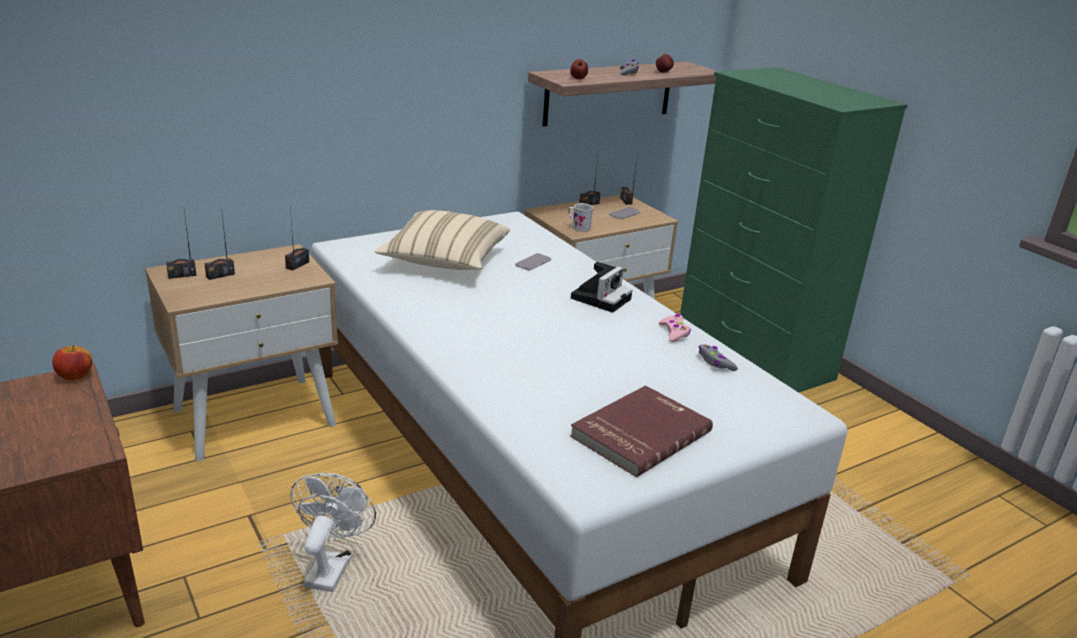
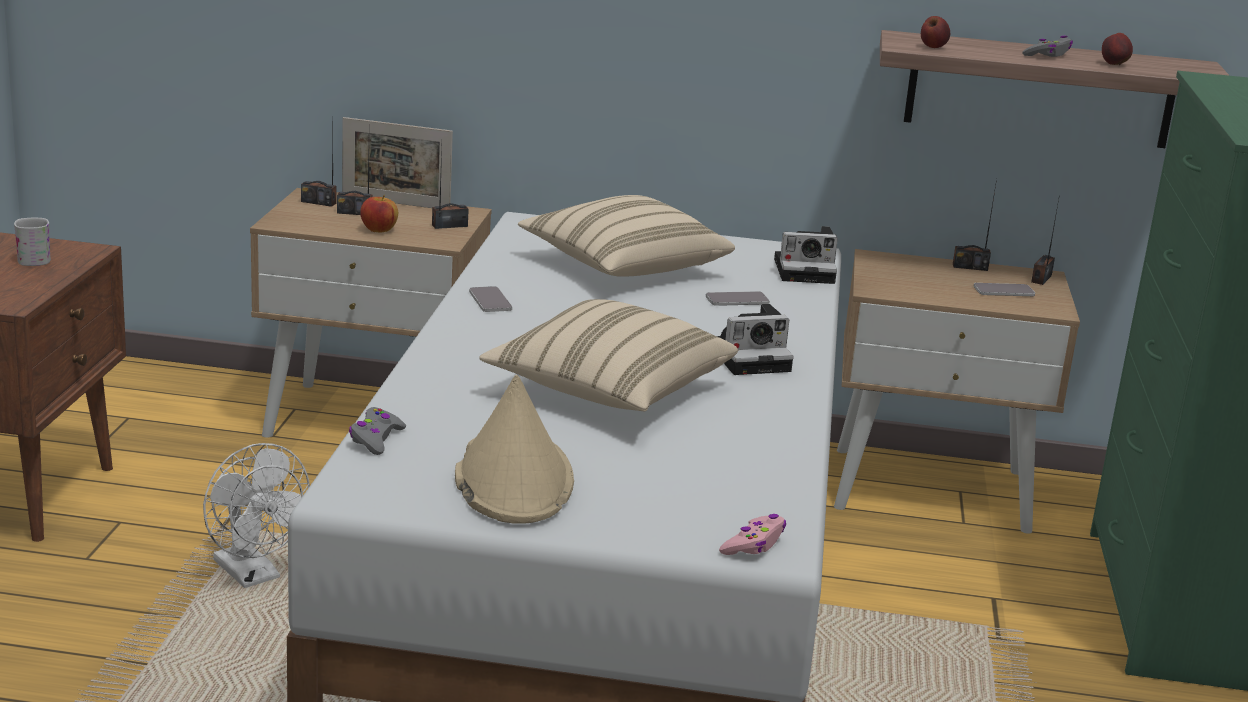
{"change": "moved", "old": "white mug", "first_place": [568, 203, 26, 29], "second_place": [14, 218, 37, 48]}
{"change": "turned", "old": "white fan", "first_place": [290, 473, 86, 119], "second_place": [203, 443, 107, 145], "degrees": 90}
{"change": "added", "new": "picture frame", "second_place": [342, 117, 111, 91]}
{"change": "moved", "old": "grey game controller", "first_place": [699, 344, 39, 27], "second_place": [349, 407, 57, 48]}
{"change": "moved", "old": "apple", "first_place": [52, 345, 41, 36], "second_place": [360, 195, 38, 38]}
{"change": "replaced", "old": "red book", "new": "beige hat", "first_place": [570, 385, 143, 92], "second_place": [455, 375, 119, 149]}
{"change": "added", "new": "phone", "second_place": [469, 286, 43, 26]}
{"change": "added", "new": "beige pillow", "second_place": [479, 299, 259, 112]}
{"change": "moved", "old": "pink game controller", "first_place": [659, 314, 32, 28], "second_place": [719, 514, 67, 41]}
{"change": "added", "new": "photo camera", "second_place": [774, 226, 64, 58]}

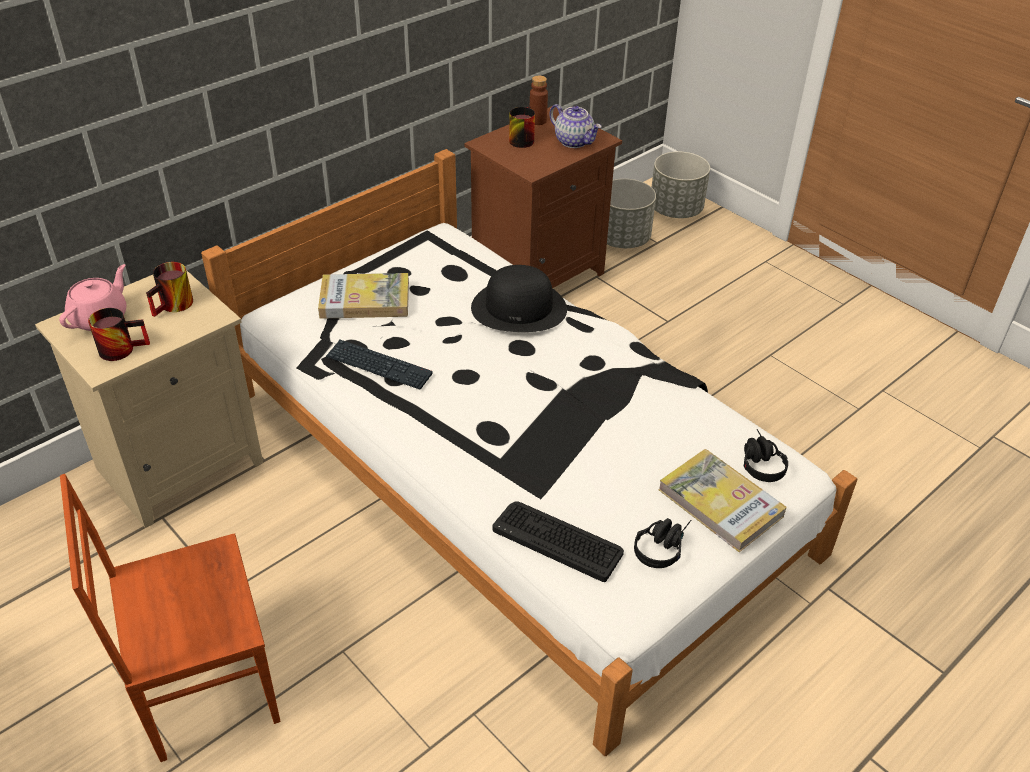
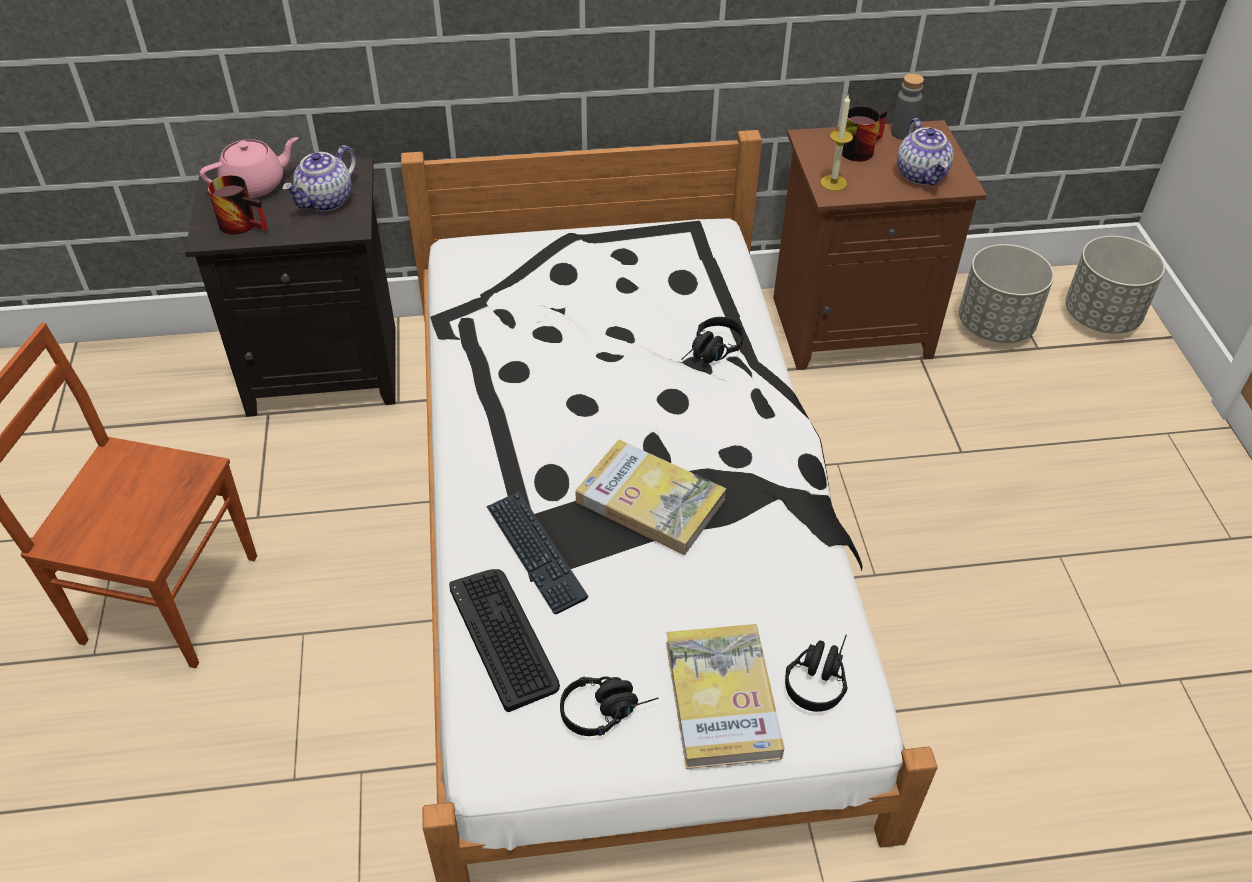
{"change": "recoloured", "old": "beige nightstand", "new": "black nightstand", "first_place": [35, 270, 228, 258], "second_place": [185, 157, 211, 260]}
{"change": "replaced", "old": "mug", "new": "teapot", "first_place": [146, 262, 47, 55], "second_place": [282, 145, 75, 66]}
{"change": "moved", "old": "keyboard", "first_place": [326, 340, 107, 50], "second_place": [486, 491, 102, 123]}
{"change": "moved", "old": "book", "first_place": [318, 273, 91, 46], "second_place": [575, 440, 151, 115]}
{"change": "replaced", "old": "black hat", "new": "black headphones", "first_place": [471, 265, 96, 67], "second_place": [681, 317, 63, 47]}
{"change": "added", "new": "candle", "second_place": [821, 95, 32, 96]}
{"change": "recoloured", "old": "brown bottle", "new": "grey bottle", "first_place": [530, 76, 18, 49], "second_place": [891, 73, 33, 67]}

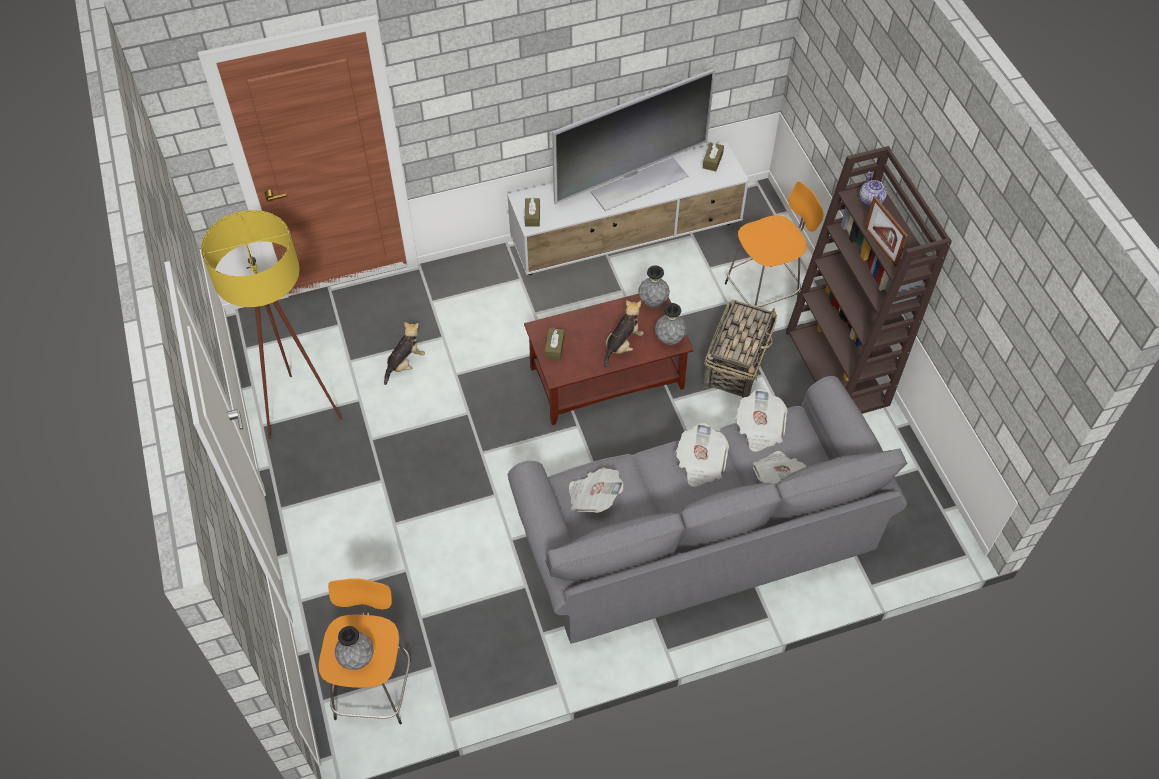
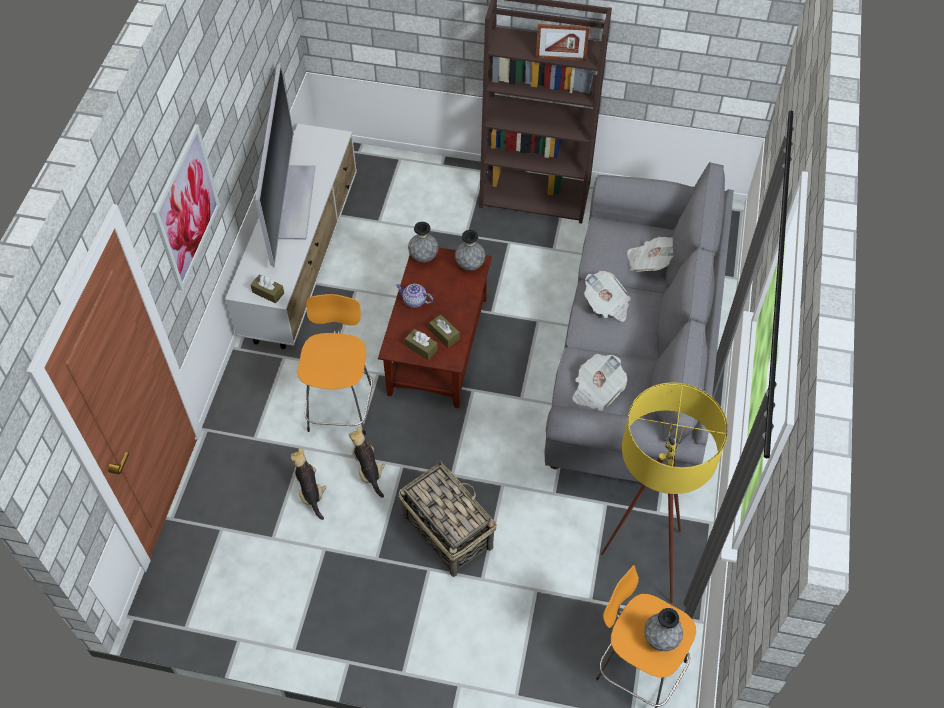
{"change": "added", "new": "picture", "second_place": [152, 124, 68, 166]}
{"change": "moved", "old": "orange stool", "first_place": [725, 181, 99, 126], "second_place": [298, 294, 75, 141]}
{"change": "moved", "old": "plush toy", "first_place": [604, 300, 40, 68], "second_place": [349, 426, 36, 72]}
{"change": "moved", "old": "teapot", "first_place": [859, 172, 28, 35], "second_place": [396, 284, 37, 24]}
{"change": "moved", "old": "basket", "first_place": [703, 299, 74, 99], "second_place": [399, 461, 98, 116]}
{"change": "moved", "old": "brown tissue box", "first_place": [703, 142, 21, 29], "second_place": [429, 315, 31, 33]}
{"change": "moved", "old": "yellow floor lamp", "first_place": [201, 210, 142, 229], "second_place": [601, 382, 127, 222]}
{"change": "removed", "old": "newspaper", "first_place": [735, 389, 53, 63]}

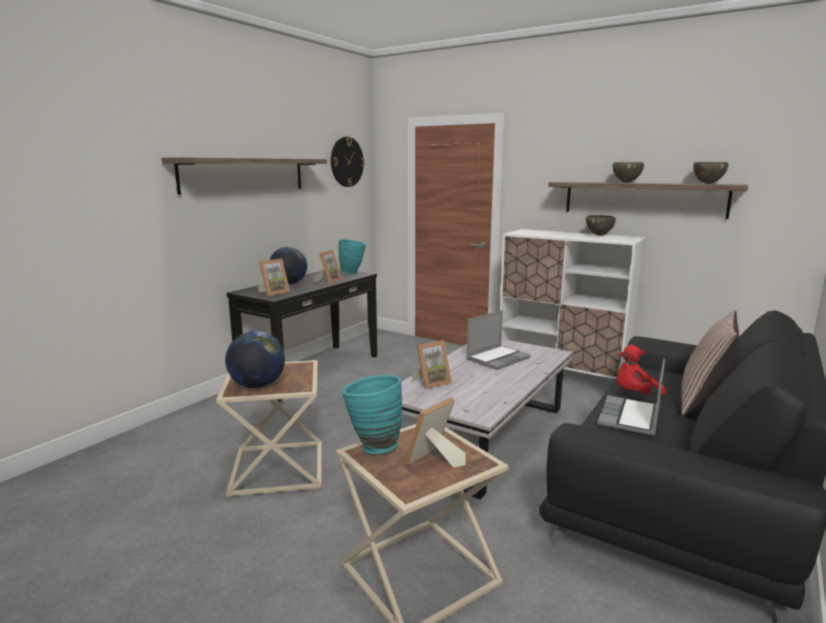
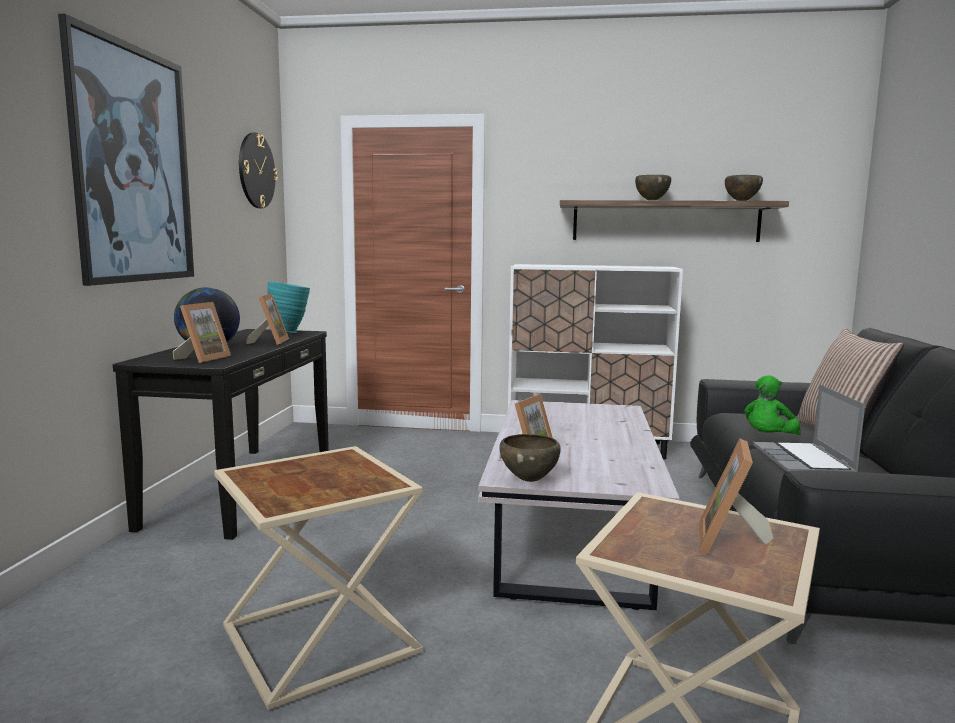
{"change": "replaced", "old": "shelf", "new": "picture", "first_place": [161, 157, 166, 38], "second_place": [58, 14, 136, 272]}
{"change": "moved", "old": "brown bowl", "first_place": [586, 215, 30, 21], "second_place": [500, 434, 61, 48]}
{"change": "recoloured", "old": "red plush toy", "new": "green plush toy", "first_place": [616, 345, 50, 50], "second_place": [744, 375, 57, 60]}
{"change": "removed", "old": "globe", "first_place": [225, 331, 60, 57]}
{"change": "removed", "old": "turquoise vase", "first_place": [341, 375, 61, 79]}
{"change": "removed", "old": "laptop", "first_place": [466, 310, 65, 60]}

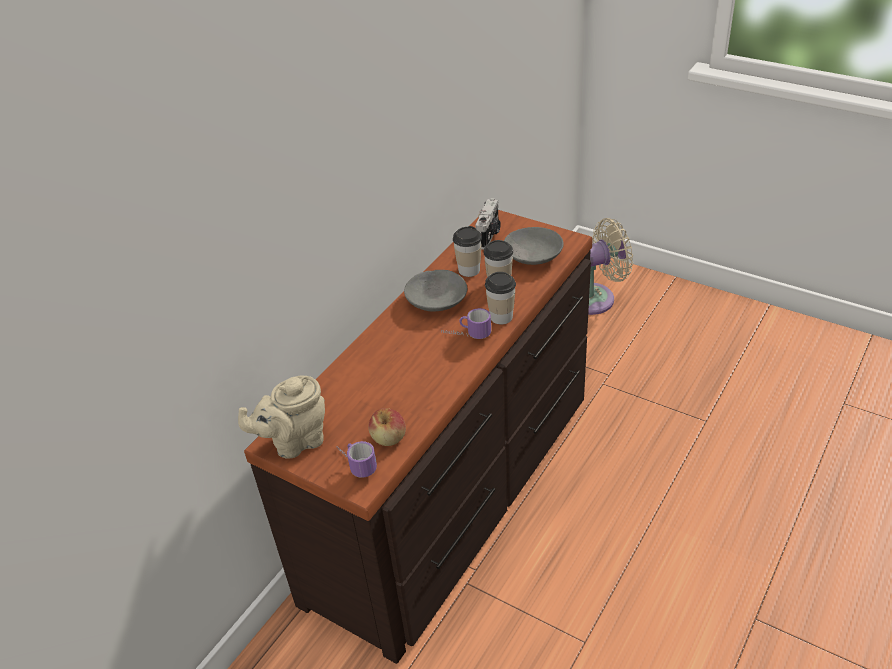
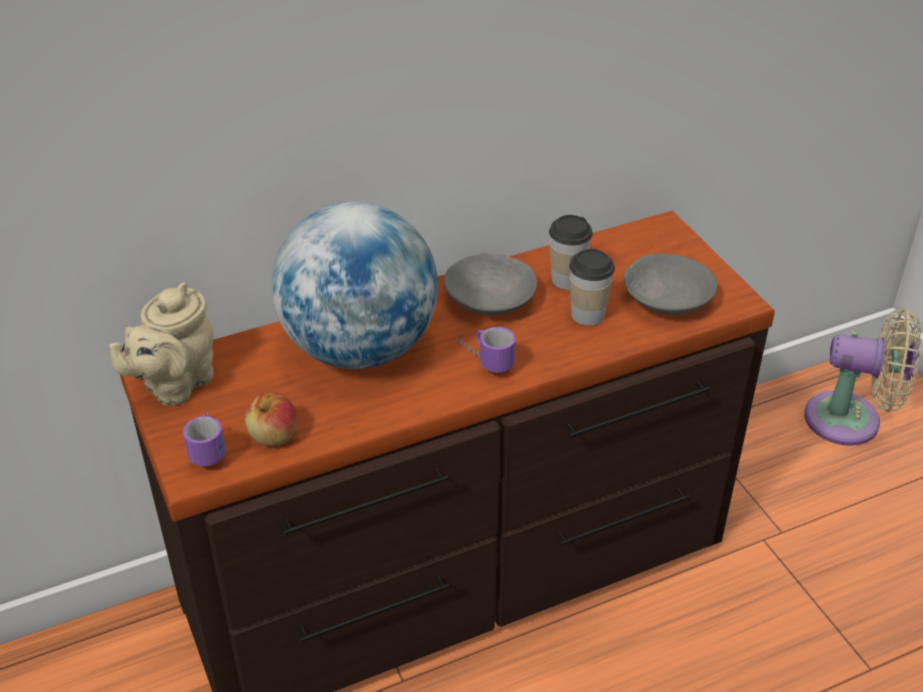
{"change": "turned", "old": "beige teapot", "first_place": [238, 376, 87, 82], "second_place": [109, 282, 105, 124], "degrees": -60}
{"change": "added", "new": "globe", "second_place": [271, 202, 167, 167]}
{"change": "removed", "old": "photo camera", "first_place": [475, 198, 26, 52]}
{"change": "removed", "old": "cup", "first_place": [485, 272, 31, 53]}

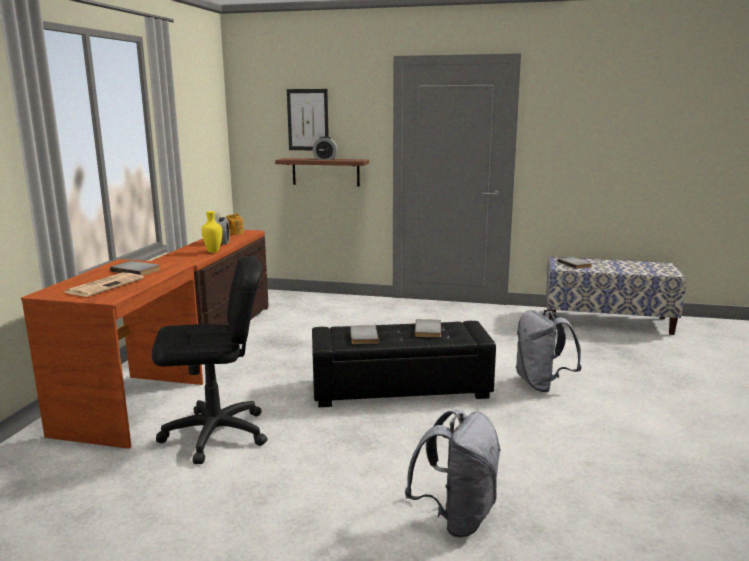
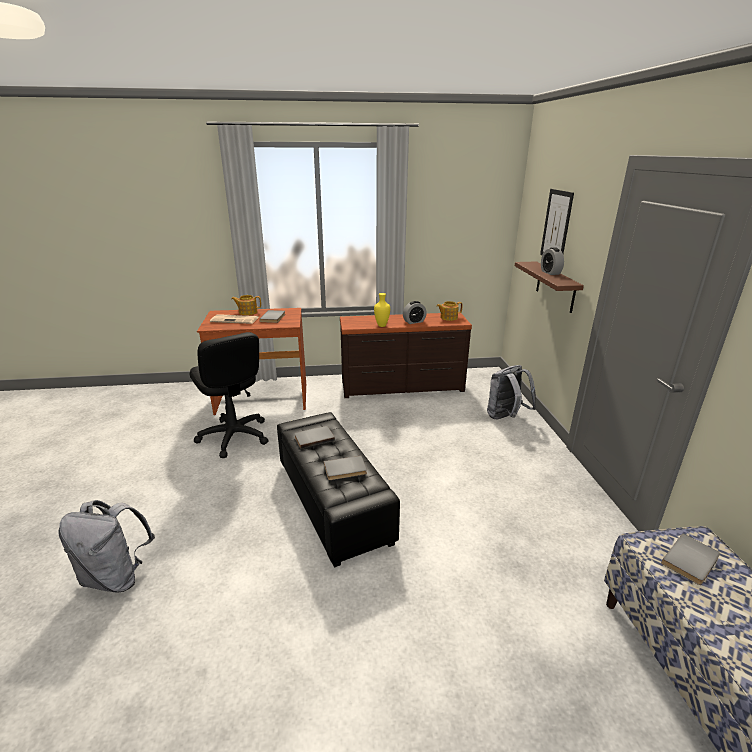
{"change": "added", "new": "teapot", "second_place": [232, 295, 29, 20]}
{"change": "moved", "old": "grey backpack", "first_place": [516, 310, 66, 82], "second_place": [487, 365, 49, 54]}

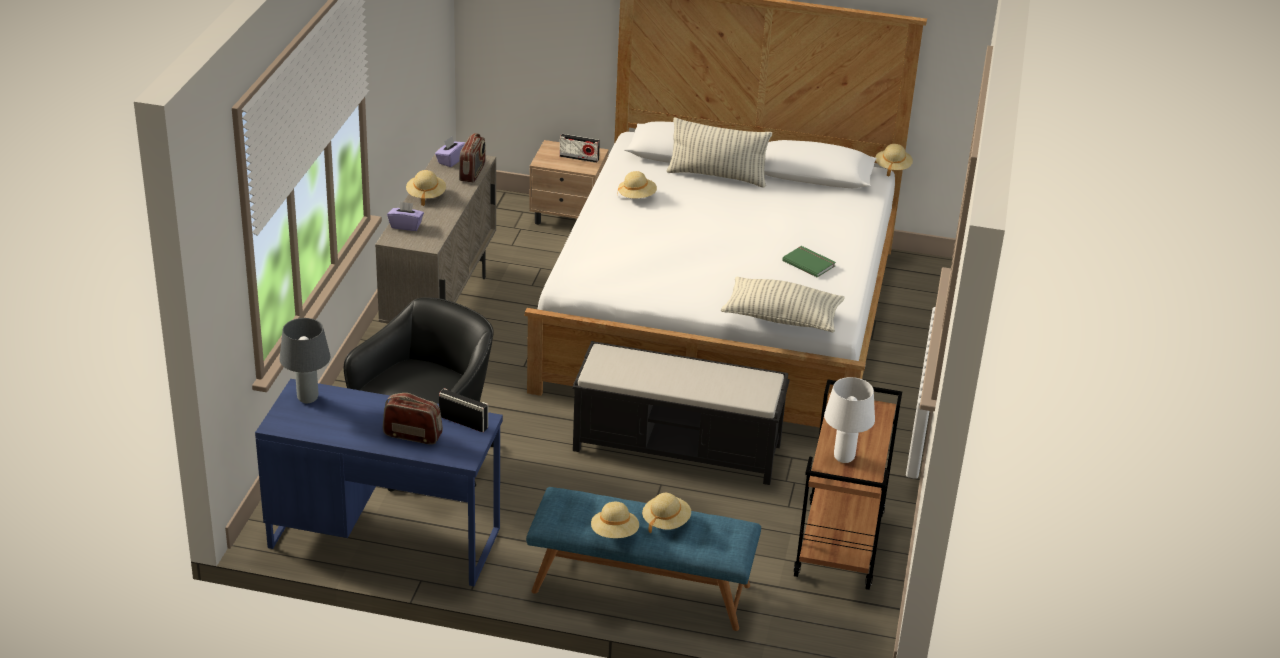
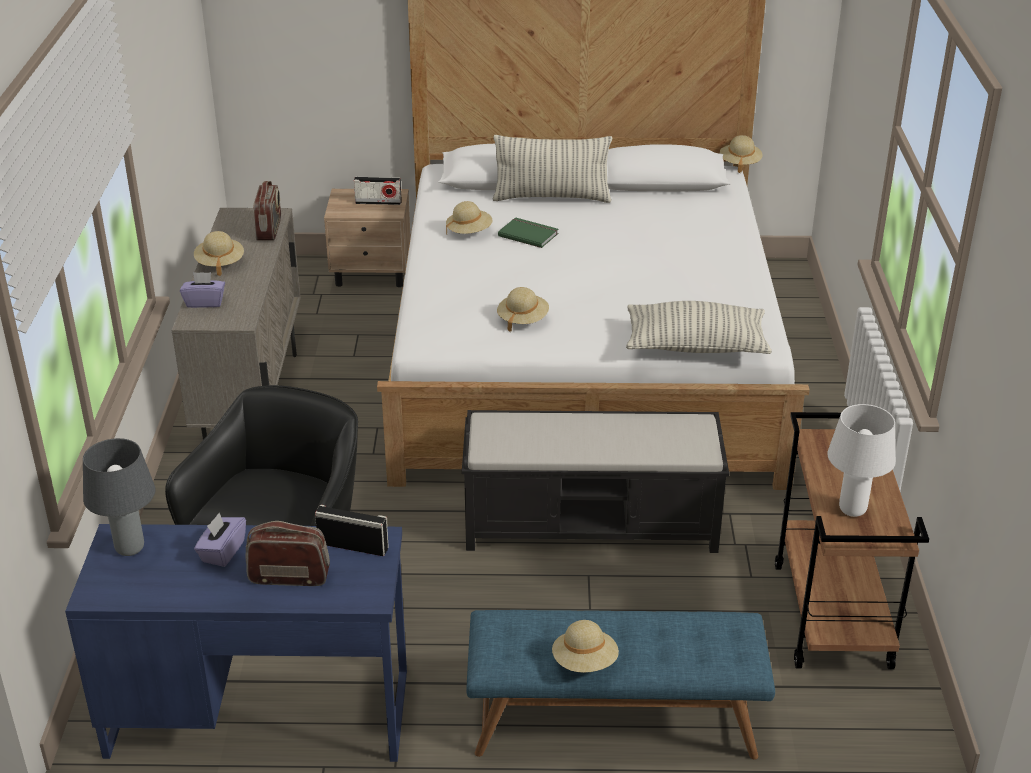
{"change": "moved", "old": "purple tissue box", "first_place": [435, 136, 31, 31], "second_place": [194, 513, 52, 54]}
{"change": "moved", "old": "beige hat", "first_place": [642, 493, 49, 40], "second_place": [497, 287, 52, 45]}
{"change": "moved", "old": "green book", "first_place": [782, 246, 54, 31], "second_place": [498, 217, 60, 31]}

